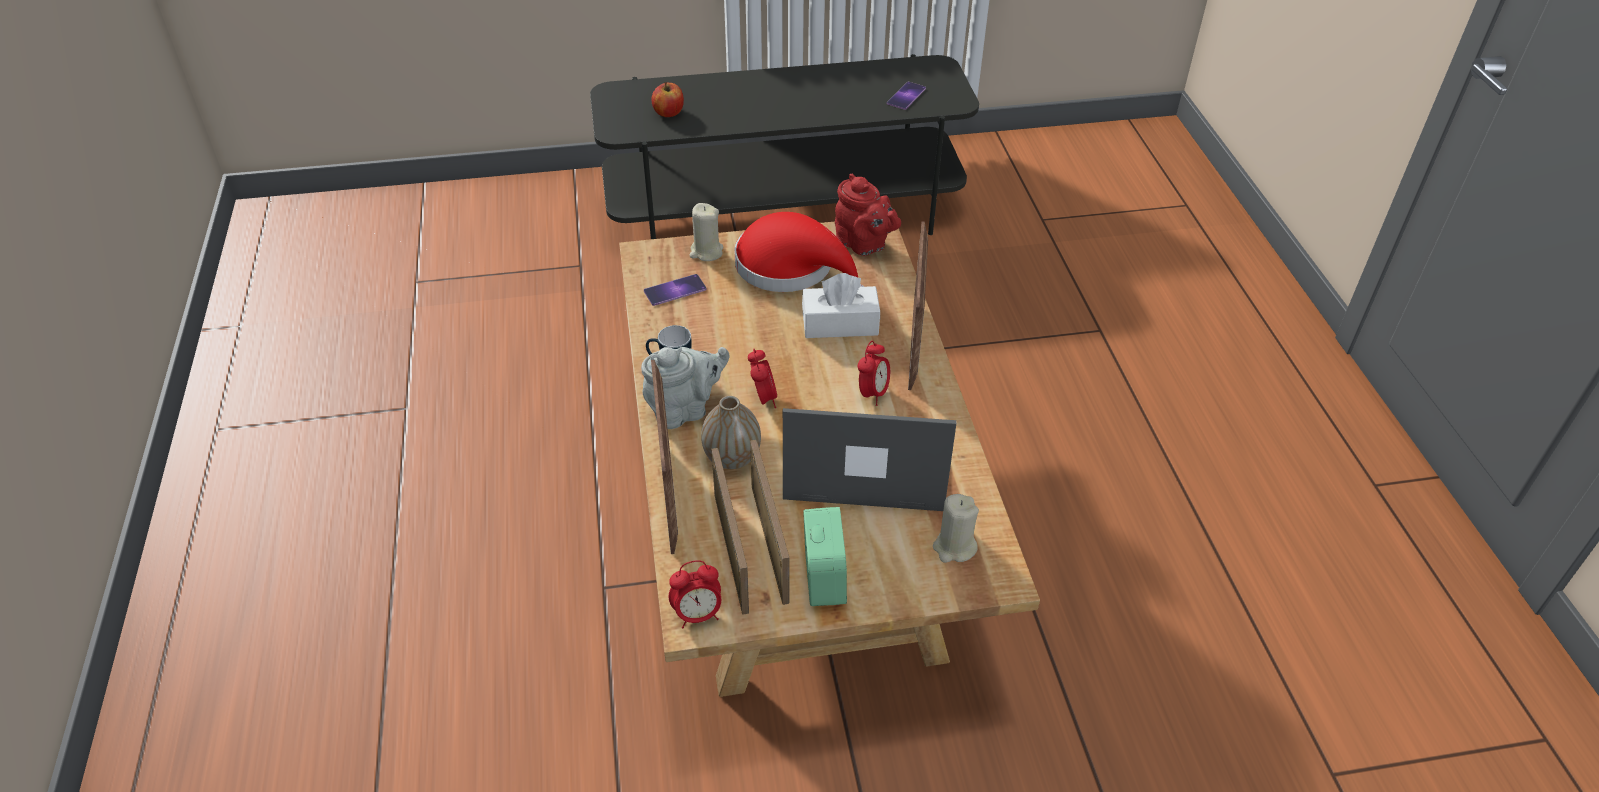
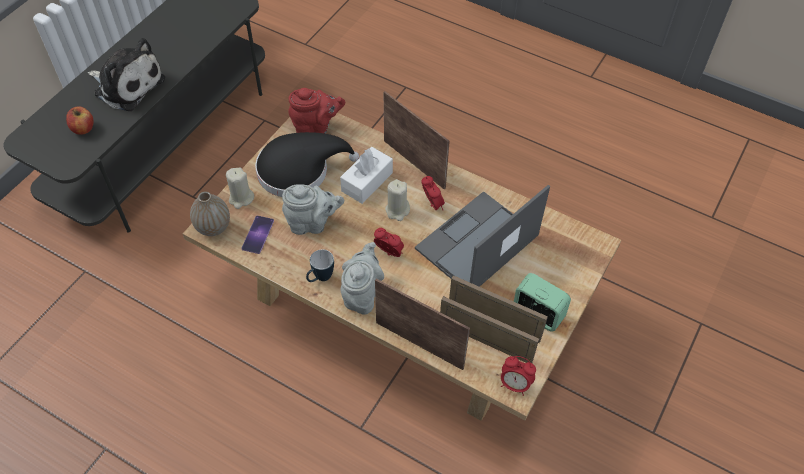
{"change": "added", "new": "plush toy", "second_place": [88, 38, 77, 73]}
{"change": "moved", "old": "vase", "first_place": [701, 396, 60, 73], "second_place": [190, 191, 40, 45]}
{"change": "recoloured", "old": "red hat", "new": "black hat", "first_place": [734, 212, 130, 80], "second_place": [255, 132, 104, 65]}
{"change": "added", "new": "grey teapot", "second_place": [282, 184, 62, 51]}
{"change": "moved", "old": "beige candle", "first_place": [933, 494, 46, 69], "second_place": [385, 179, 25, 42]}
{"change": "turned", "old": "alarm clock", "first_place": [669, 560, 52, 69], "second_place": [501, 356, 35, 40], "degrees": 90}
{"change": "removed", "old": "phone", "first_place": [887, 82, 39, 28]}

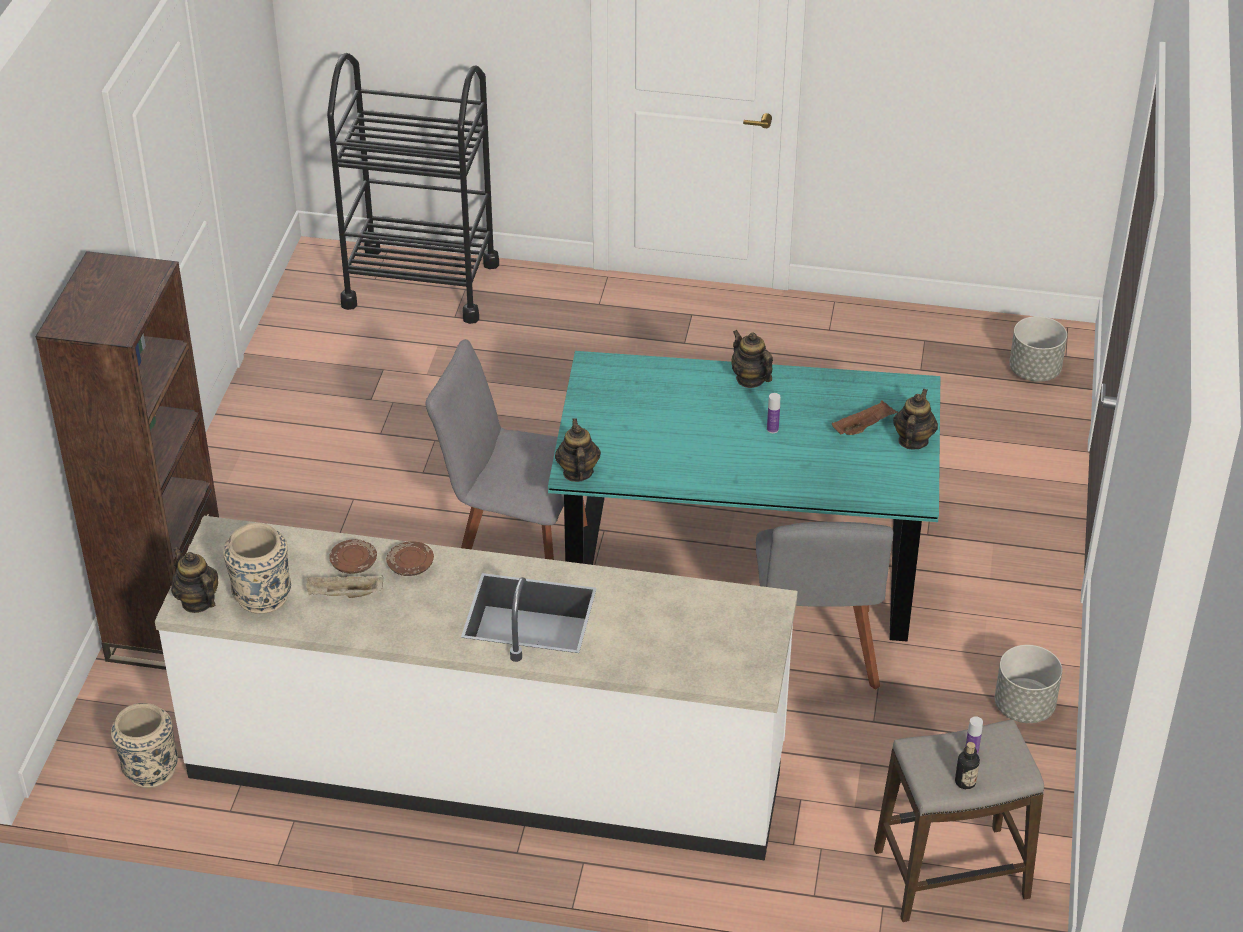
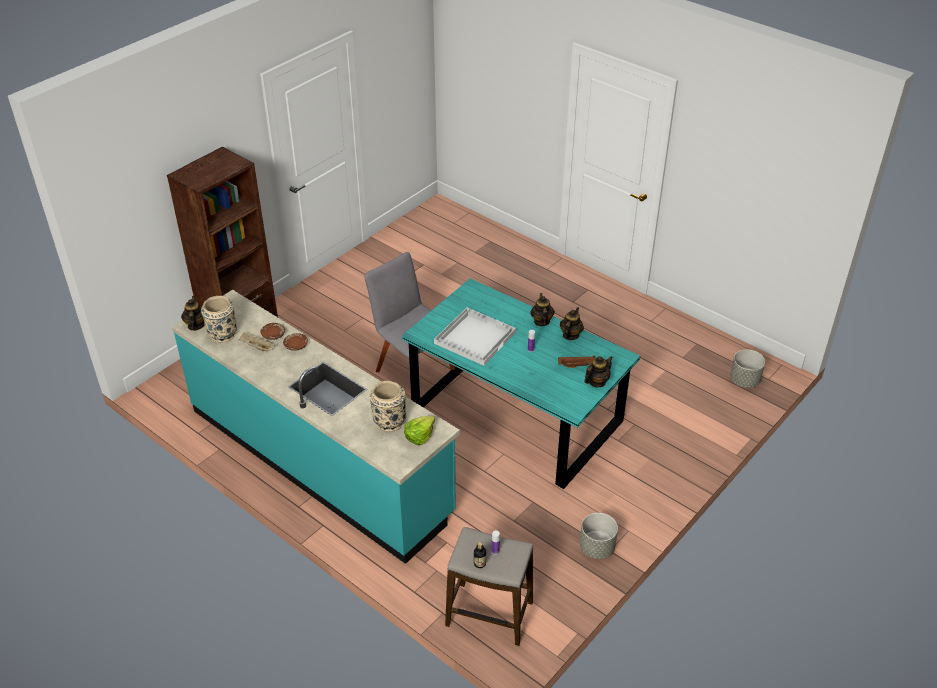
{"change": "recoloured", "old": "white counter", "new": "turquoise counter", "first_place": [155, 516, 643, 345], "second_place": [172, 290, 288, 274]}
{"change": "moved", "old": "beige vase", "first_place": [111, 703, 67, 85], "second_place": [370, 381, 36, 51]}
{"change": "added", "new": "lettuce", "second_place": [404, 416, 31, 29]}
{"change": "added", "new": "white tray", "second_place": [434, 308, 82, 58]}
{"change": "moved", "old": "teapot", "first_place": [555, 418, 46, 64], "second_place": [560, 307, 24, 33]}
{"change": "removed", "old": "black cart", "first_place": [327, 53, 172, 271]}
{"change": "removed", "old": "grey chair", "first_place": [756, 522, 137, 168]}

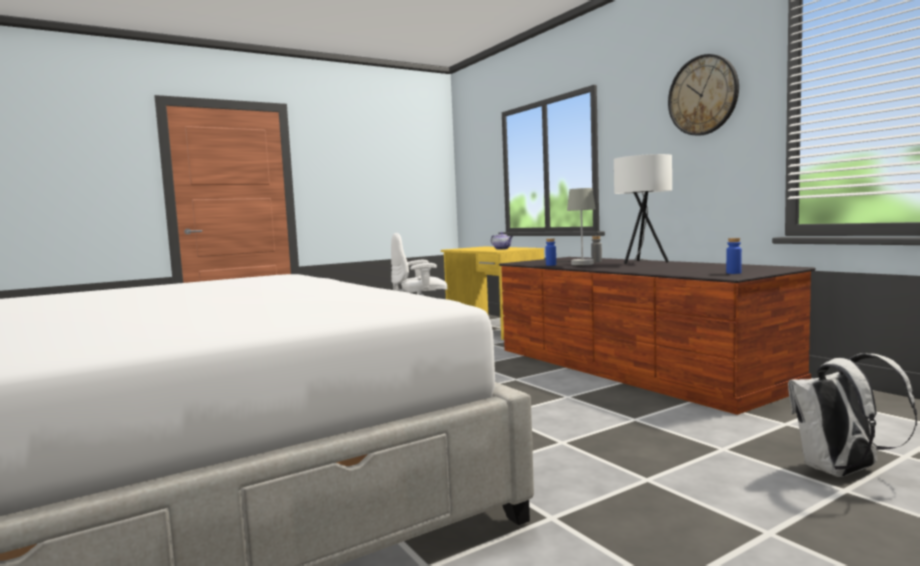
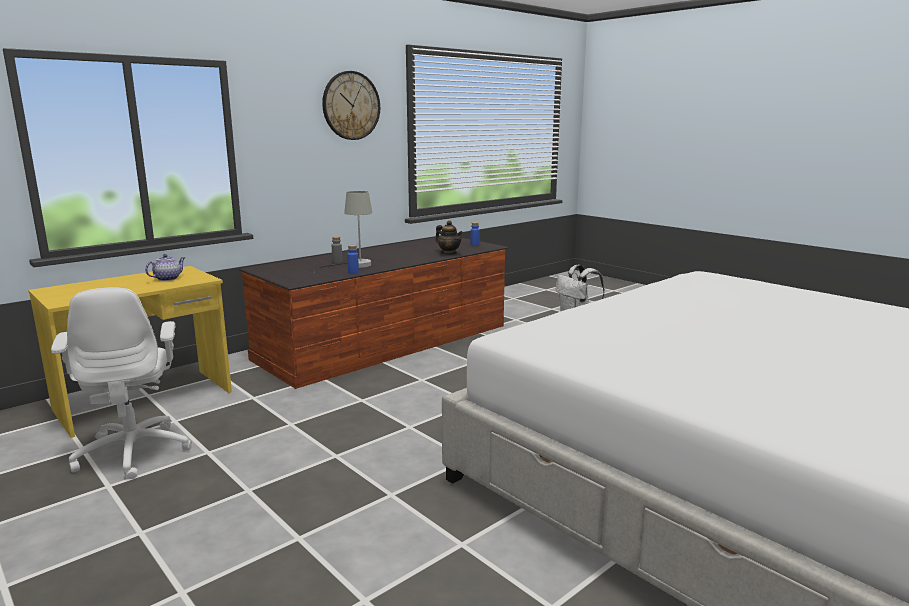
{"change": "added", "new": "teapot", "second_place": [435, 220, 28, 35]}
{"change": "removed", "old": "white table lamp", "first_place": [614, 154, 58, 110]}

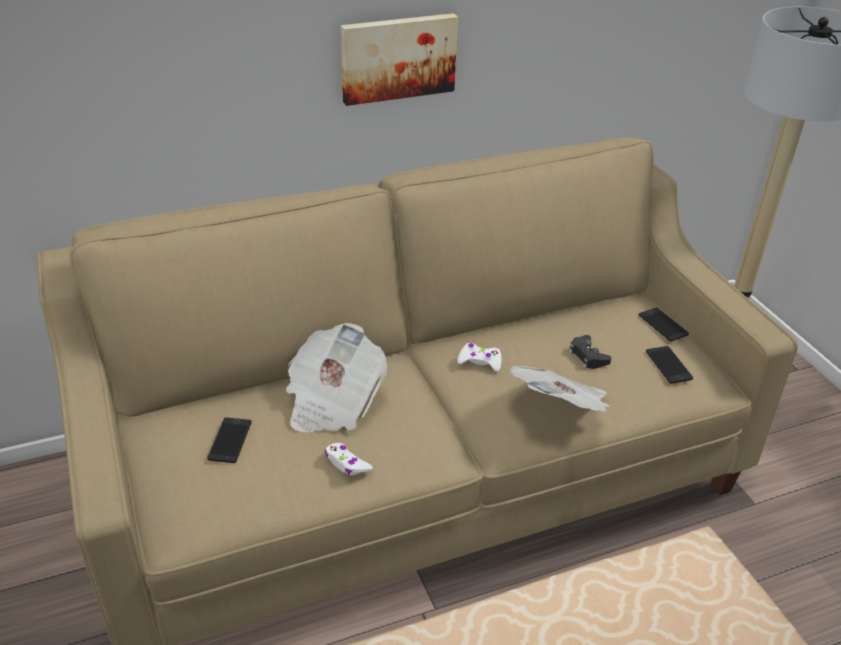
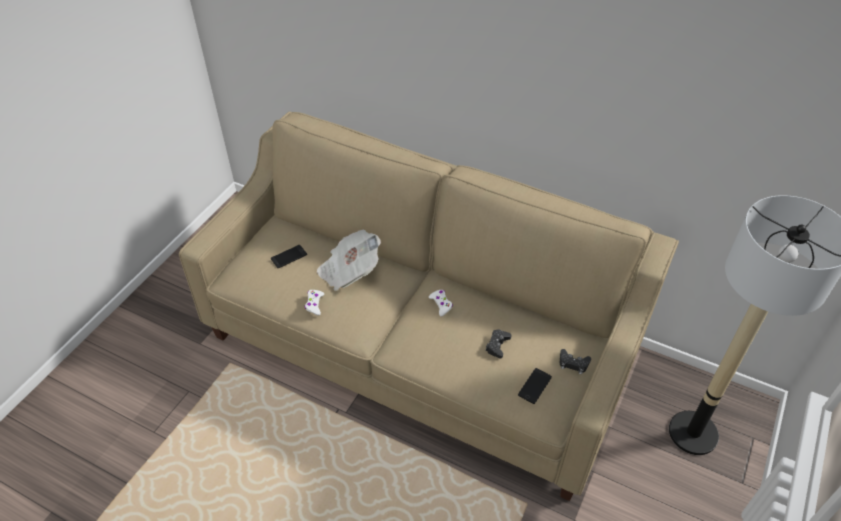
{"change": "replaced", "old": "phone", "new": "black game controller", "first_place": [639, 307, 50, 34], "second_place": [560, 349, 31, 26]}
{"change": "removed", "old": "picture", "first_place": [341, 13, 117, 93]}
{"change": "removed", "old": "newspaper", "first_place": [510, 365, 100, 48]}

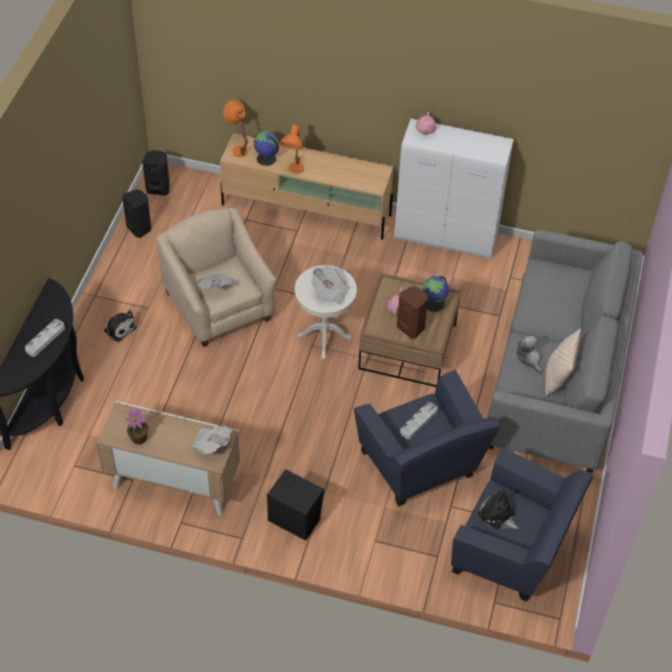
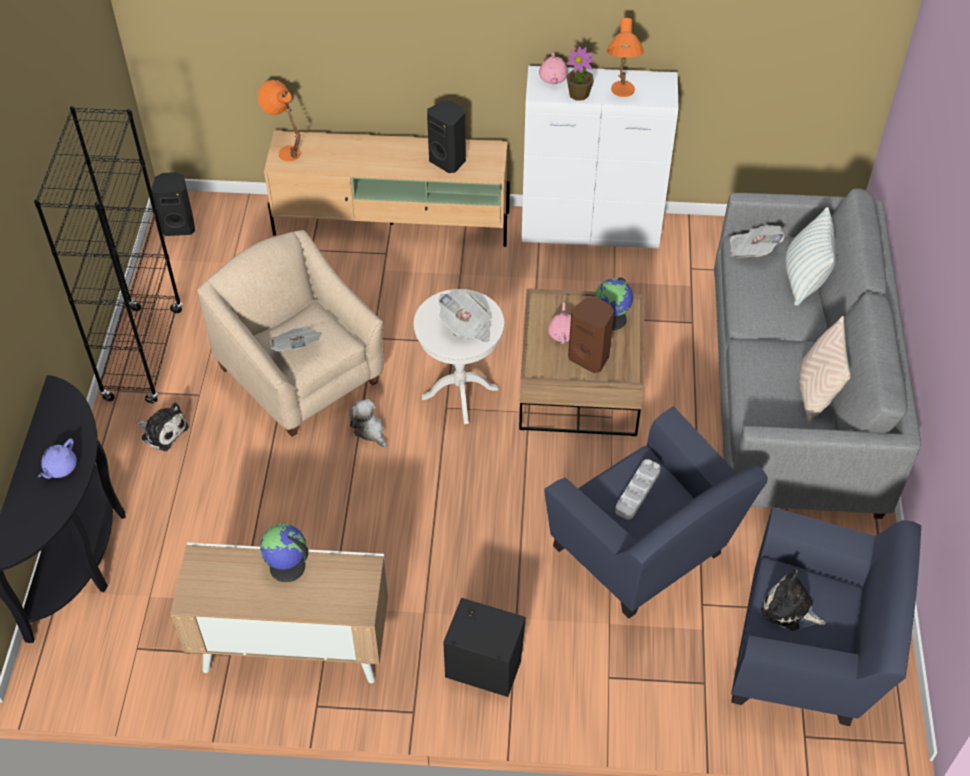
{"change": "added", "new": "black bookcase", "second_place": [34, 106, 149, 297]}
{"change": "replaced", "old": "grey tray", "new": "purple teapot", "first_place": [25, 319, 40, 38], "second_place": [38, 438, 39, 41]}
{"change": "moved", "old": "globe", "first_place": [253, 131, 26, 35], "second_place": [260, 523, 48, 59]}
{"change": "moved", "old": "plush toy", "first_place": [517, 336, 25, 37], "second_place": [350, 399, 37, 49]}
{"change": "moved", "old": "black speaker", "first_place": [122, 189, 29, 49], "second_place": [427, 100, 39, 73]}
{"change": "moved", "old": "potted plant", "first_place": [125, 408, 24, 37], "second_place": [566, 46, 28, 55]}
{"change": "moved", "old": "orange table lamp", "first_place": [279, 124, 25, 49], "second_place": [607, 17, 37, 80]}
{"change": "moved", "old": "newspaper", "first_place": [191, 426, 41, 28], "second_place": [730, 225, 55, 33]}
{"change": "added", "new": "pillow", "second_place": [785, 207, 51, 99]}

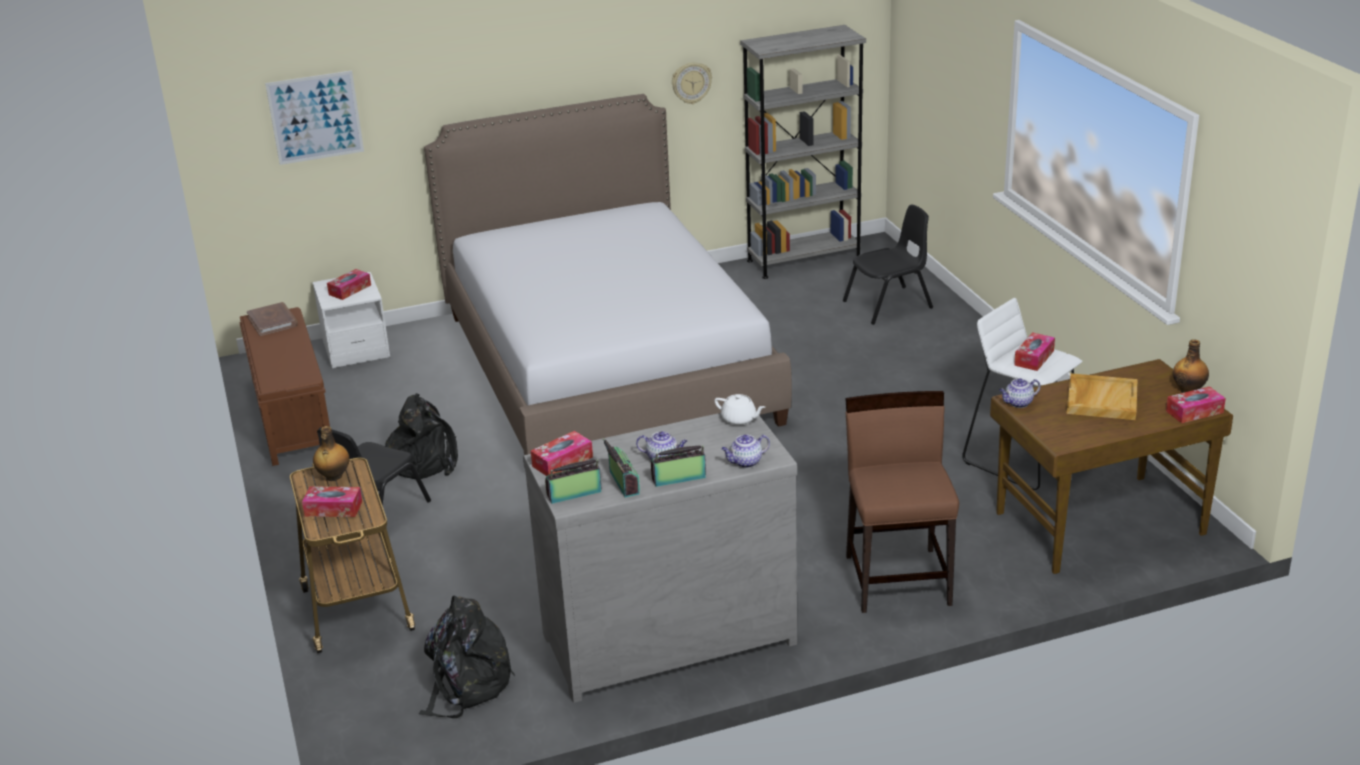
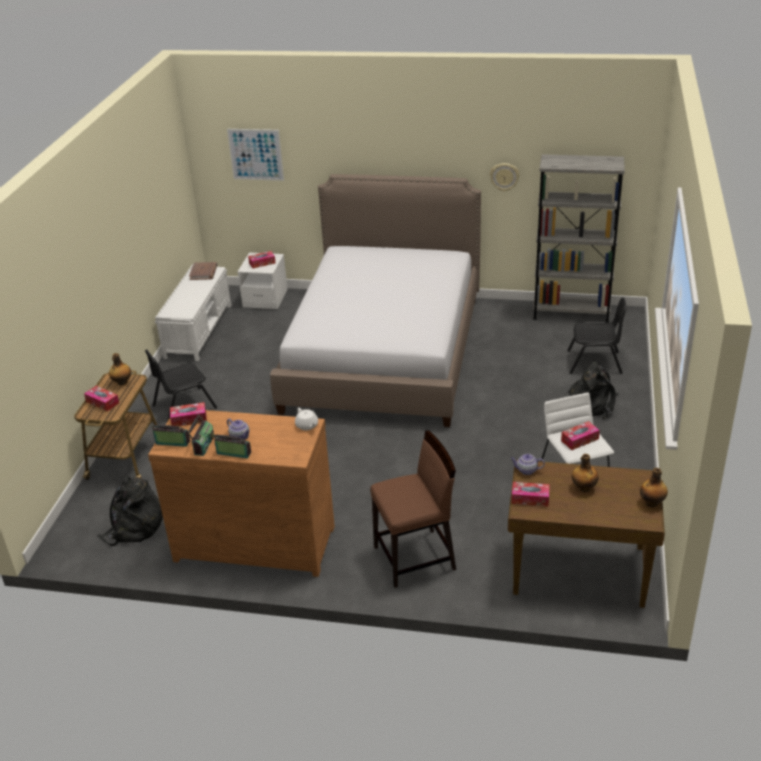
{"change": "recoloured", "old": "grey dresser", "new": "brown dresser", "first_place": [523, 413, 274, 290], "second_place": [148, 410, 187, 167]}
{"change": "recoloured", "old": "brown bench", "new": "white bench", "first_place": [239, 307, 91, 159], "second_place": [155, 265, 76, 96]}
{"change": "turned", "old": "brown chair", "first_place": [845, 391, 114, 222], "second_place": [370, 430, 86, 158], "degrees": 45}
{"change": "moved", "old": "tissue box", "first_place": [1166, 386, 60, 37], "second_place": [512, 482, 38, 24]}
{"change": "moved", "old": "black backpack", "first_place": [385, 393, 73, 86], "second_place": [568, 362, 51, 57]}
{"change": "replaced", "old": "beige tray", "new": "bottle", "first_place": [1067, 373, 71, 47], "second_place": [572, 454, 26, 38]}
{"change": "removed", "old": "teapot", "first_place": [721, 435, 49, 33]}

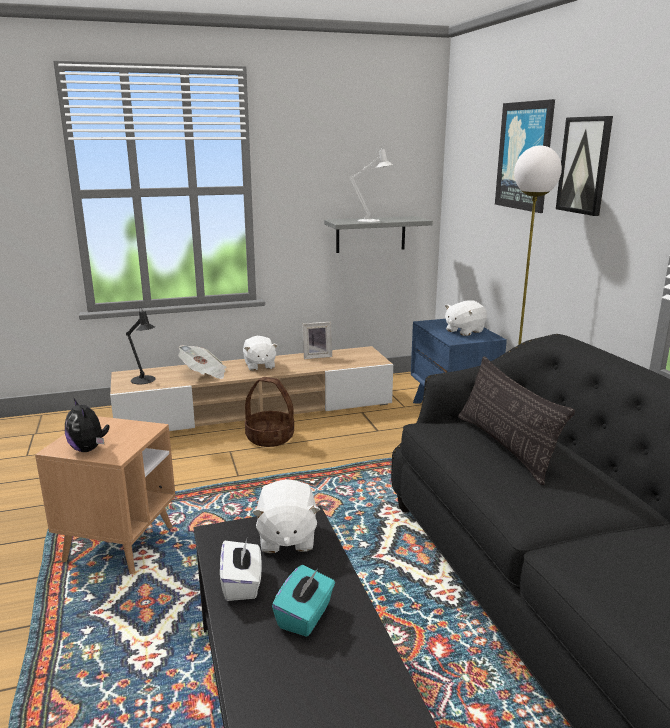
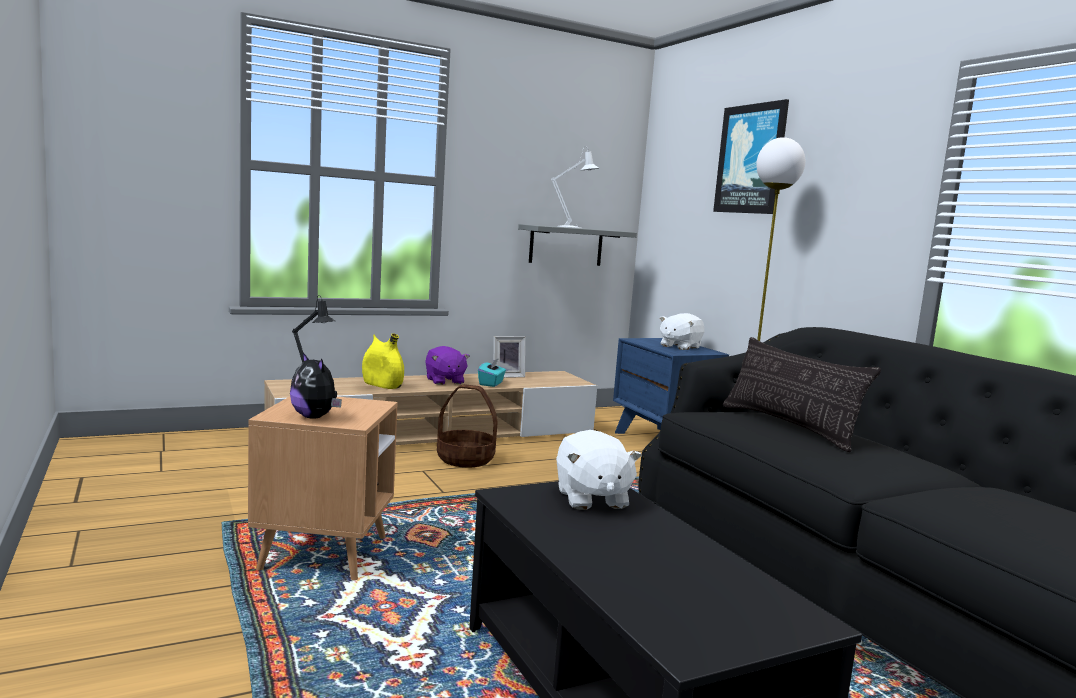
{"change": "replaced", "old": "newspaper", "new": "yellow vase", "first_place": [178, 345, 49, 34], "second_place": [362, 333, 42, 56]}
{"change": "recoloured", "old": "white plush toy", "new": "purple plush toy", "first_place": [243, 336, 35, 35], "second_place": [425, 346, 45, 39]}
{"change": "moved", "old": "turquoise tissue box", "first_place": [272, 565, 63, 72], "second_place": [478, 358, 28, 29]}
{"change": "removed", "old": "white tissue box", "first_place": [220, 539, 41, 62]}
{"change": "removed", "old": "picture", "first_place": [556, 116, 57, 100]}

